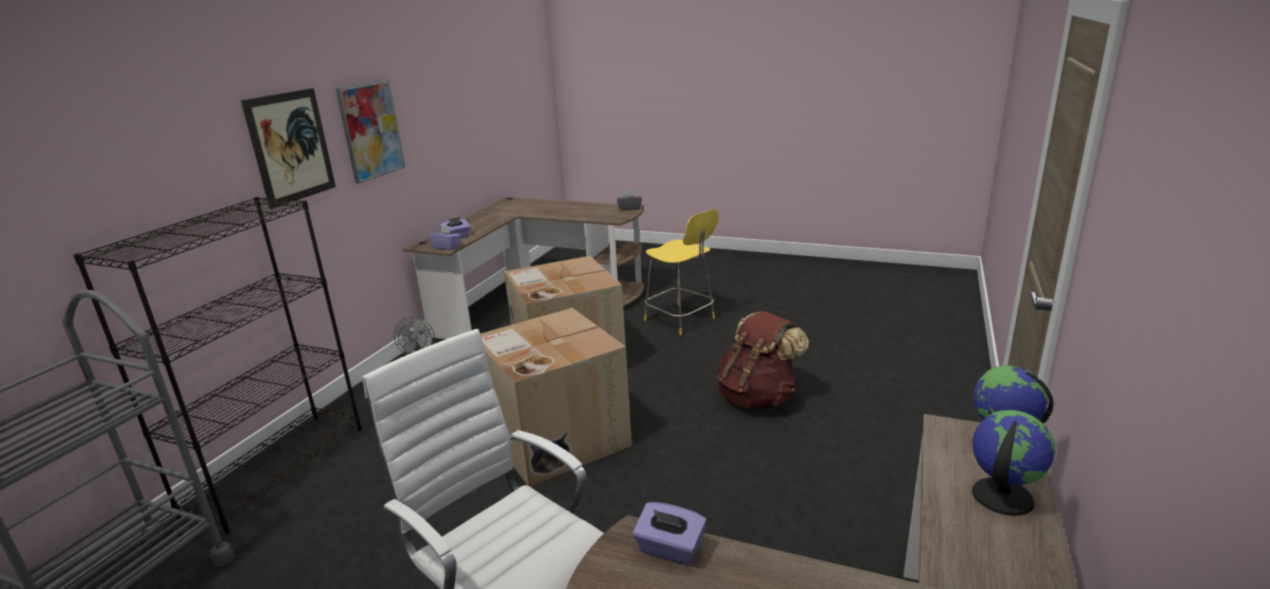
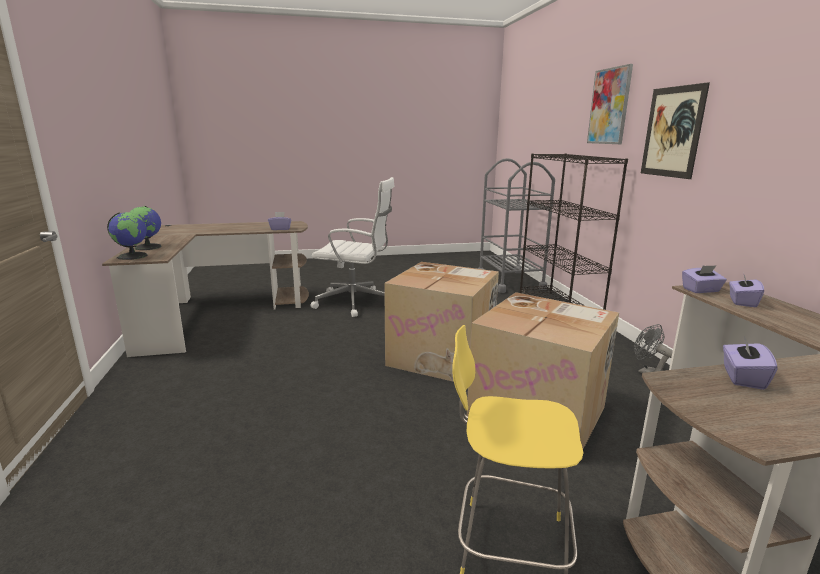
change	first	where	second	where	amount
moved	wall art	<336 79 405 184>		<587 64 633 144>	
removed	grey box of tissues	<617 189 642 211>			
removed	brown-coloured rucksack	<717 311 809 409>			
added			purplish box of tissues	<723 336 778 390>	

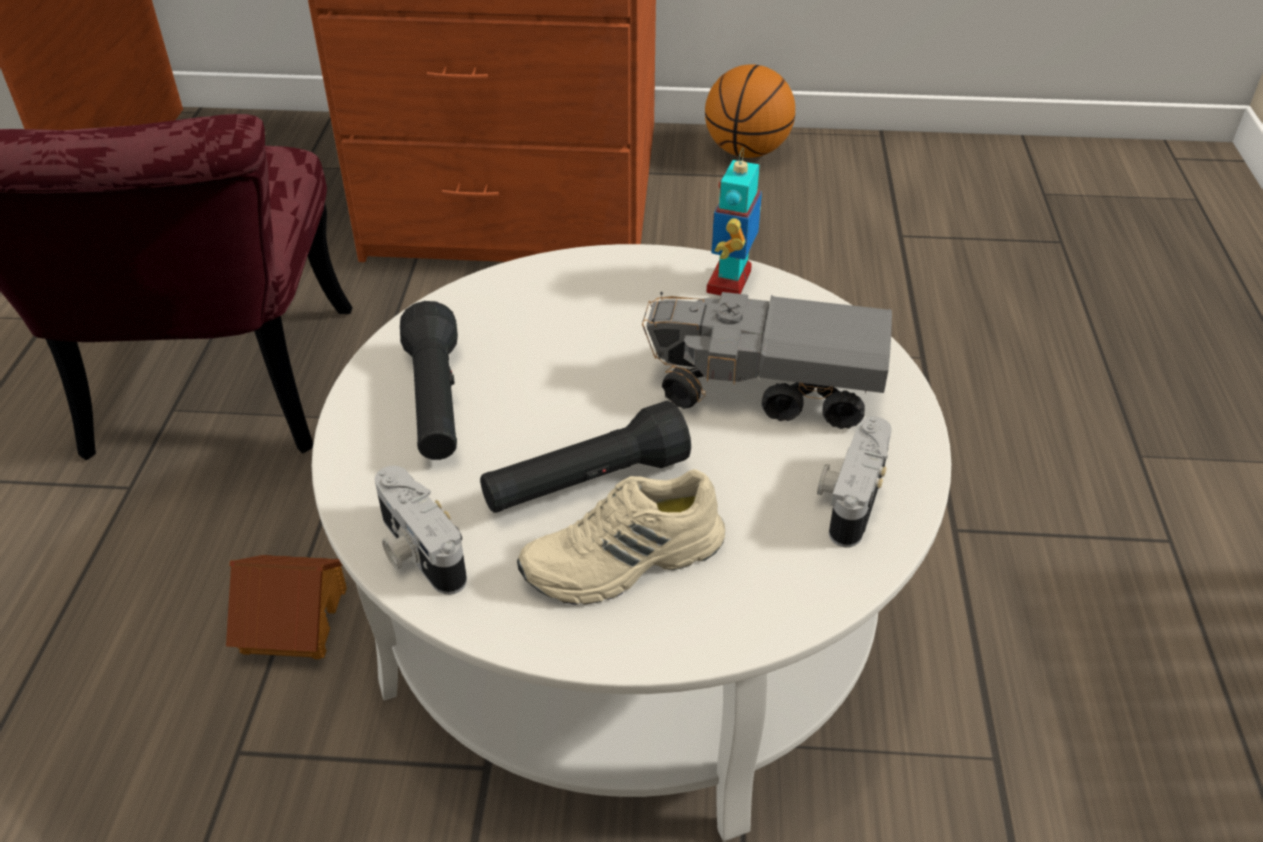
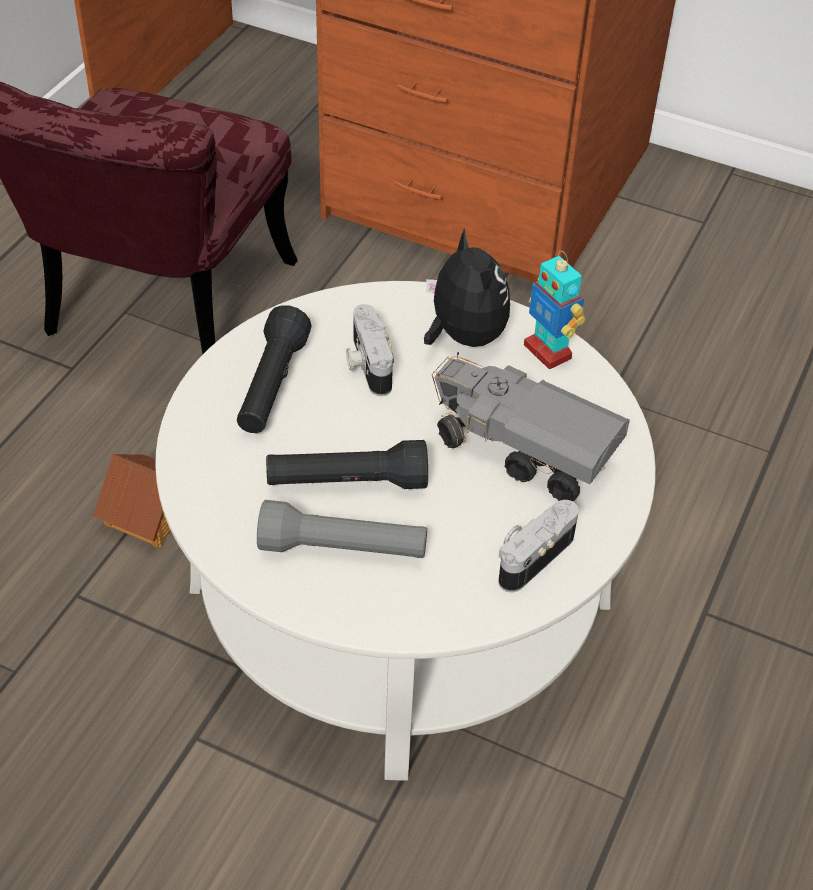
change	first	where	second	where	amount
removed	ball for basketball	<705 64 795 158>			
turned	robot figure	<706 148 762 296>		<524 251 585 369>	75 degrees counterclockwise
moved	still camera	<375 466 467 595>		<346 304 394 396>	
replaced	beige-coloured low shoe	<517 469 725 605>	grey torch	<257 500 427 558>	
added			soft toy	<424 228 510 347>	

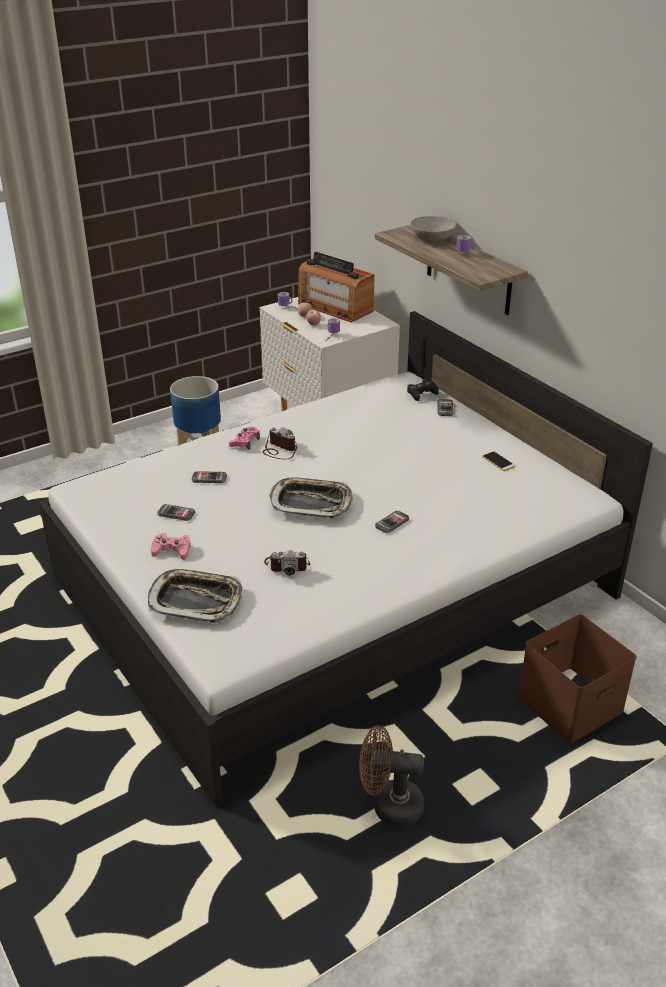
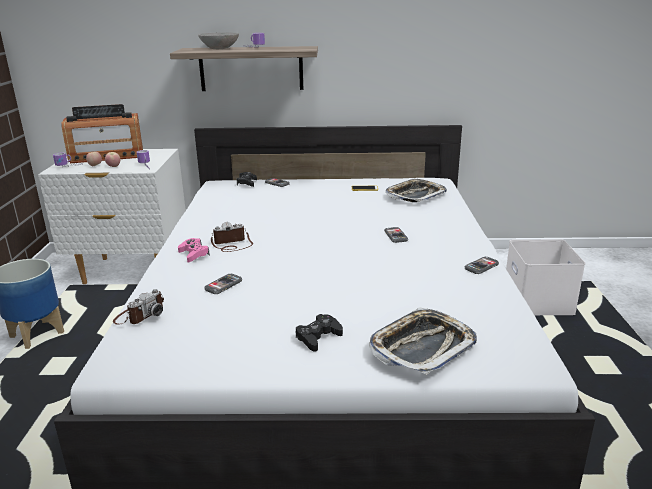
change	first	where	second	where	amount
moved	carrying tray	<269 477 353 519>		<386 178 447 202>	
moved	handset	<157 504 195 521>		<465 257 499 274>	
recoloured	pink-coloured gamepad	<151 533 191 560>	blackish gamepad	<296 314 343 352>	
moved	still camera	<264 550 311 576>		<113 289 164 325>	
recoloured	brown-coloured storage container	<518 614 637 743>	whitish storage container	<506 239 585 315>	
removed	brown-coloured cooling fan	<359 725 424 826>			

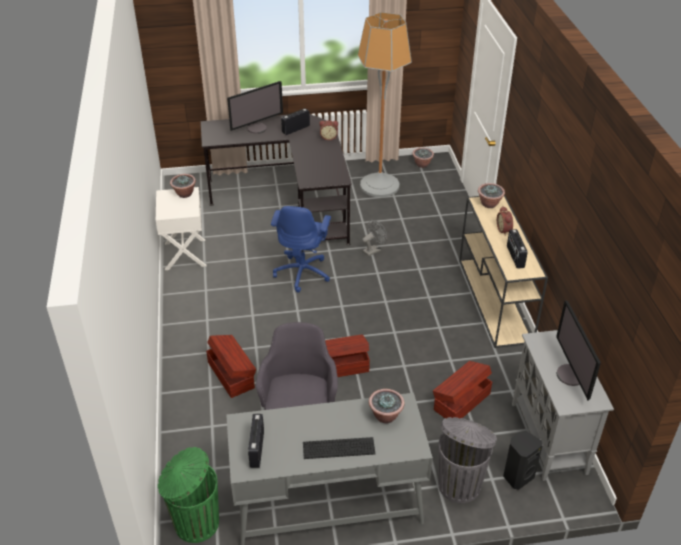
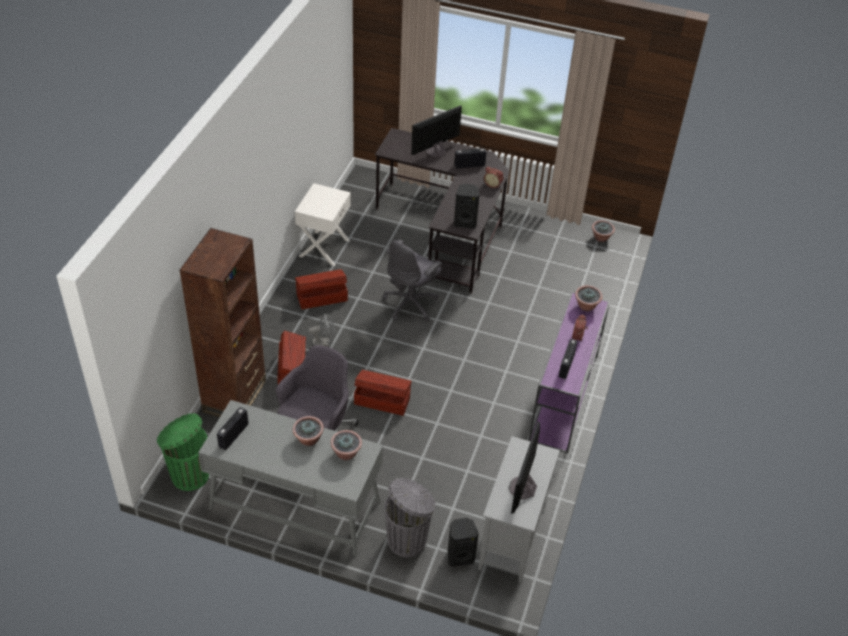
change	first	where	second	where	amount
removed	floor lamp	<358 12 412 197>			
turned	computer screen	<227 81 283 134>		<411 105 462 158>	150 degrees clockwise
moved	potted plant	<170 174 196 198>		<293 416 324 446>	
recoloured	beige-coloured console table	<459 195 548 348>	purplish console table	<528 292 610 453>	
recoloured	blue office chair	<271 206 331 292>	grey office chair	<383 239 442 321>	
moved	grey cooling fan	<362 220 387 256>		<308 313 335 346>	
moved	brown-coloured storage container	<433 361 492 418>		<295 269 348 309>	
removed	keyboard	<303 437 375 459>			
added			blackish audio speaker	<454 184 479 229>	
added			brown-coloured bookshelf	<179 228 266 417>	

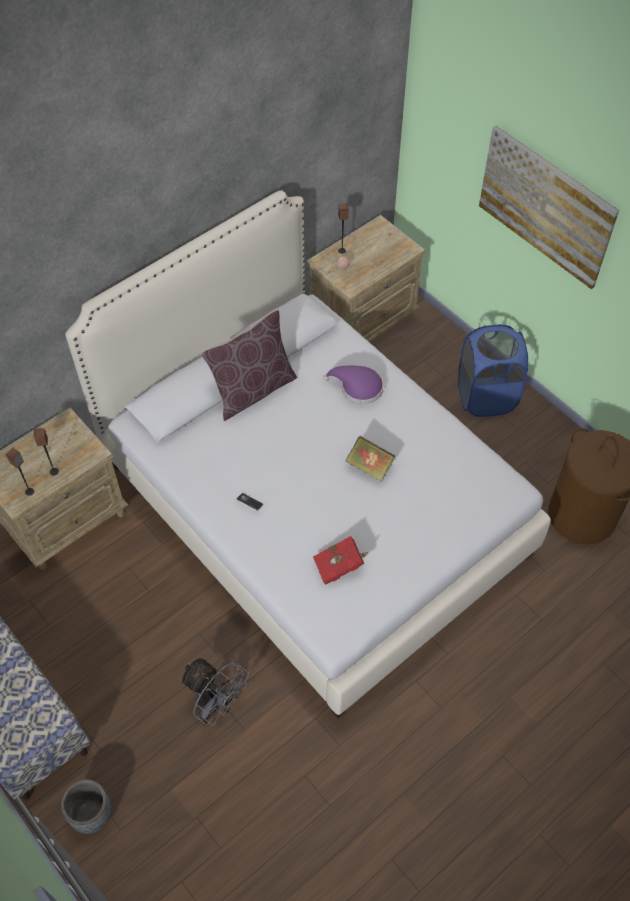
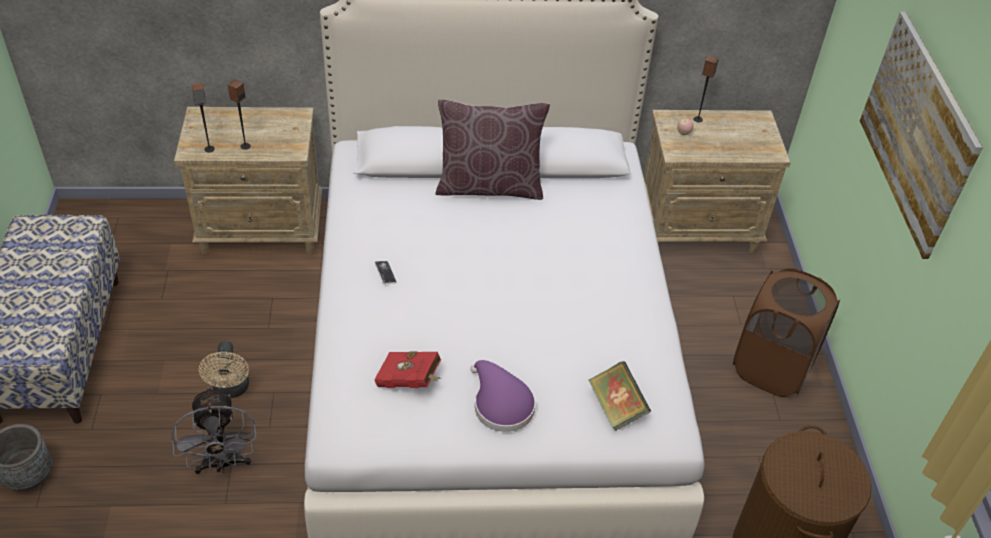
change	first	where	second	where	amount
recoloured	blue washing basket	<458 324 528 417>	brown-coloured washing basket	<733 269 840 397>	
moved	purplish clothing hat	<323 366 383 404>		<470 360 536 432>	
moved	bound book	<345 436 396 482>		<588 361 651 431>	
added			beige-coloured cooling fan	<199 341 249 398>	

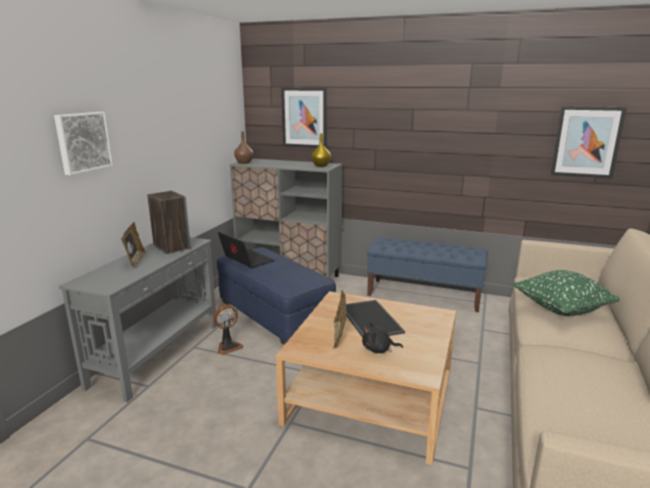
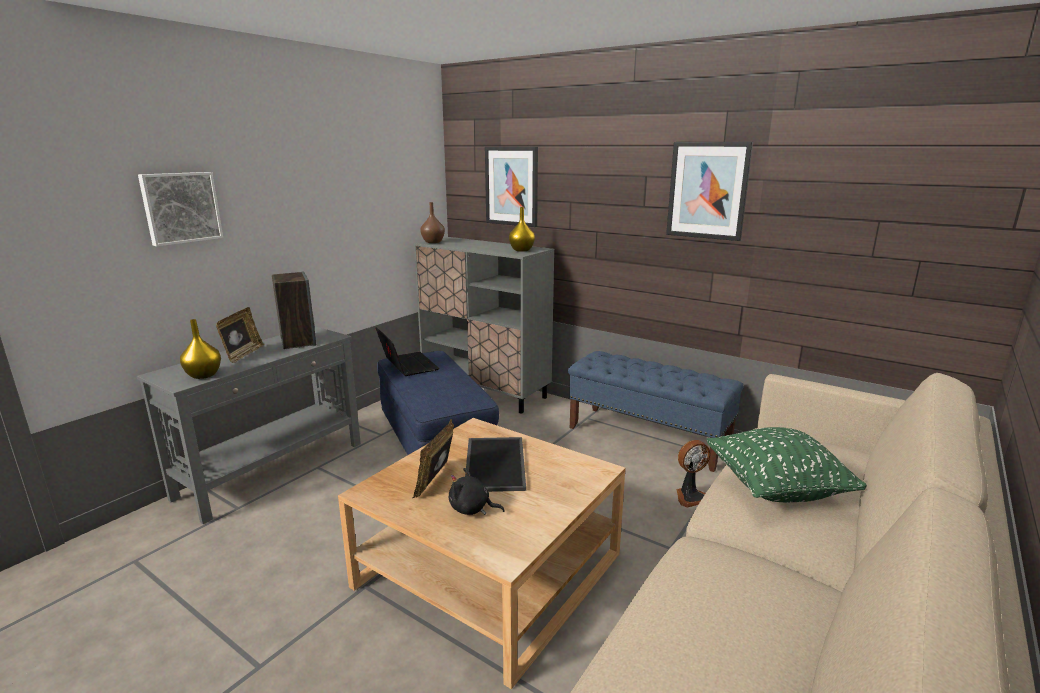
change	first	where	second	where	amount
moved	wall art	<551 106 627 179>		<666 142 753 241>	
moved	cooling fan	<213 305 243 355>		<677 440 710 508>	
added			yellow vase	<180 319 221 379>	

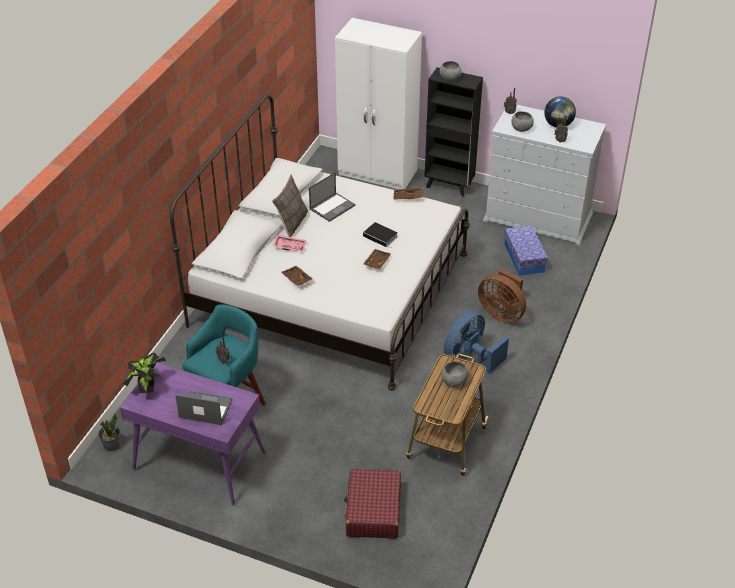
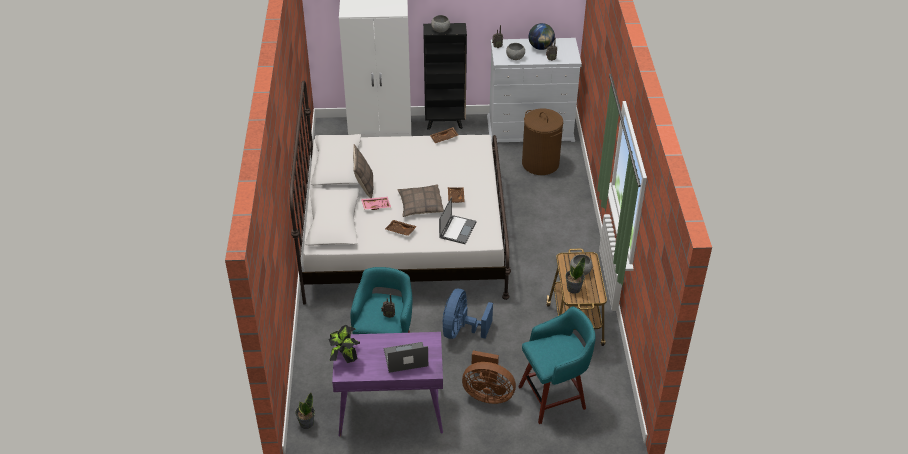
change	first	where	second	where	amount
moved	notebook computer	<309 172 355 222>		<439 197 477 244>	
removed	bound book	<363 222 398 249>			
replaced	storage container	<504 225 548 276>	brown-coloured washing basket	<522 108 563 175>	
moved	brown-coloured cooling fan	<478 269 526 323>		<462 350 516 404>	
moved	blue cooling fan	<444 311 509 373>		<443 289 493 339>	
replaced	red suitcase	<344 469 401 539>	blue-green sitting stool	<518 306 596 424>	
added			cushion	<397 184 444 217>	
added			potted plant	<565 256 585 294>	

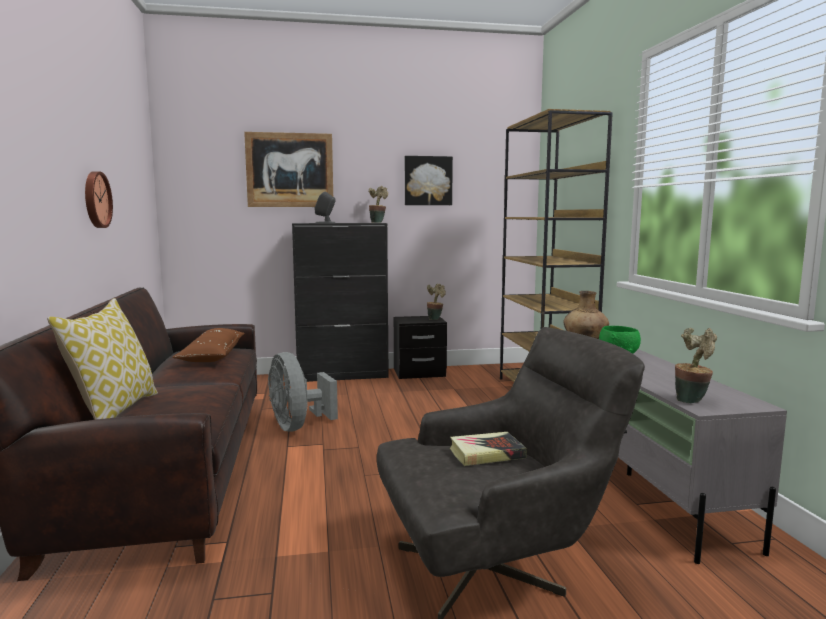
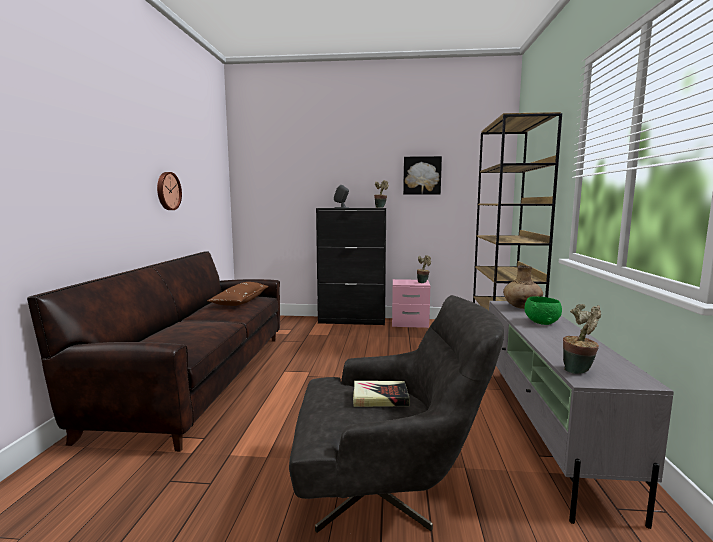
change	first	where	second	where	amount
removed	wall art	<244 132 334 207>			
removed	cushion	<47 298 158 420>			
recoloured	blackish nightstand	<394 316 447 379>	pink-coloured nightstand	<392 279 430 328>	
removed	grey cooling fan	<268 352 338 432>			

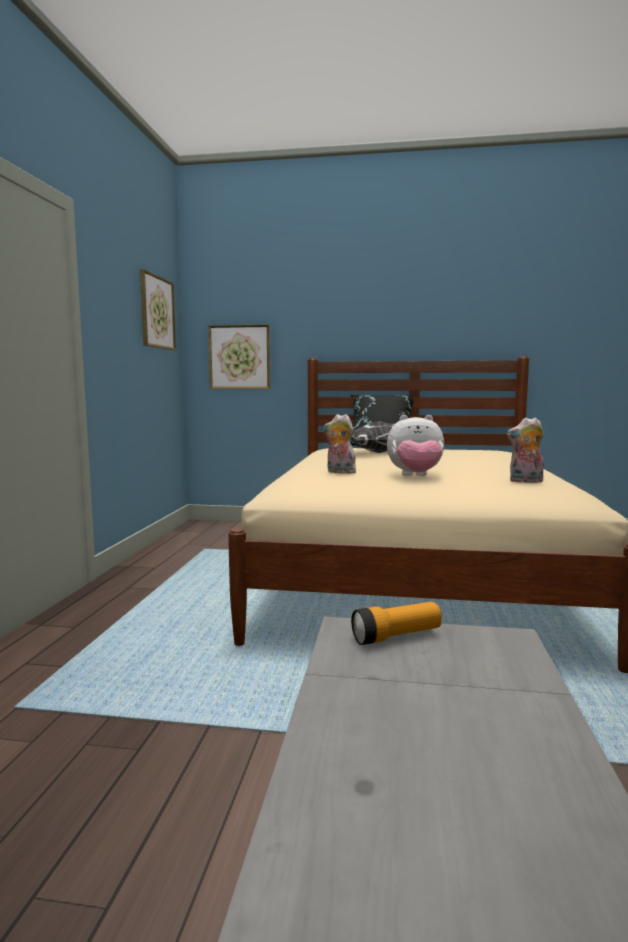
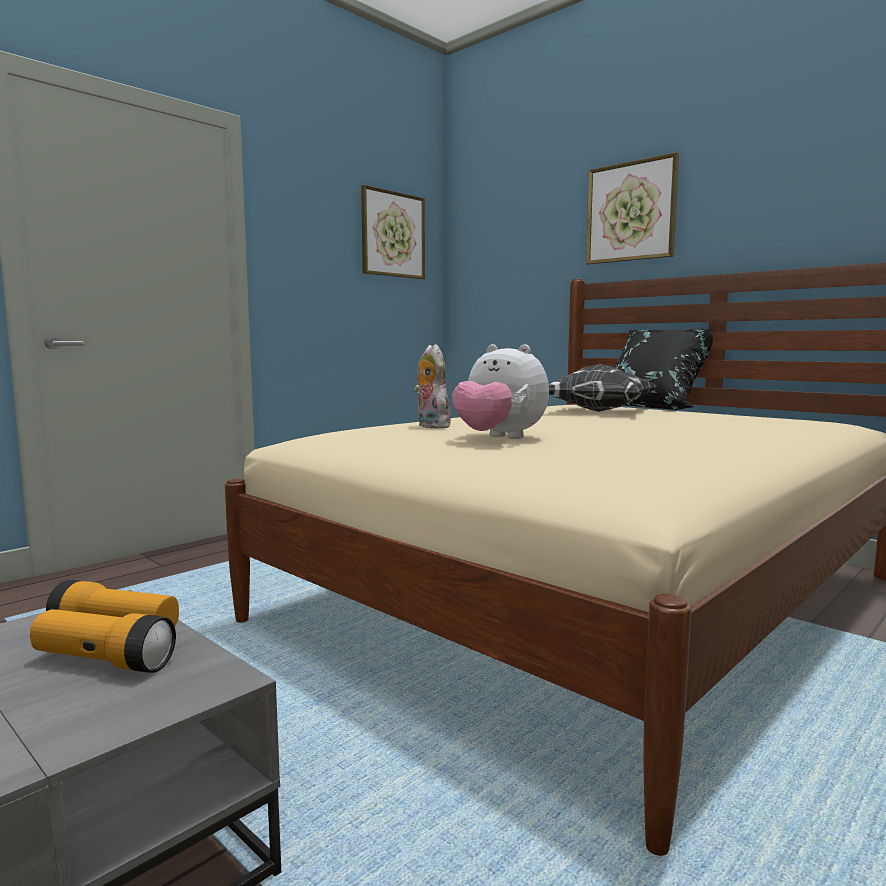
change	first	where	second	where	amount
moved	wall art	<208 324 270 389>		<586 152 679 265>	
removed	soft toy	<507 417 544 483>			
added			torch	<30 609 176 673>	

